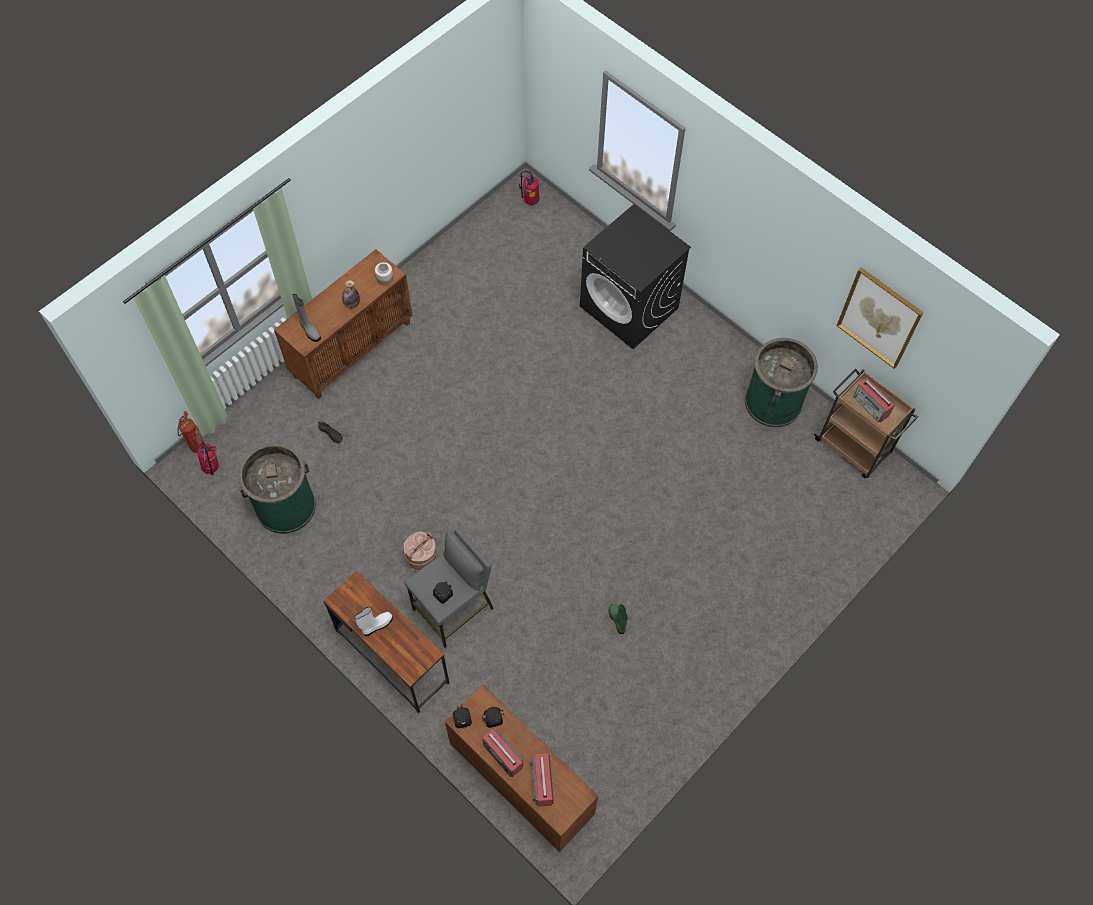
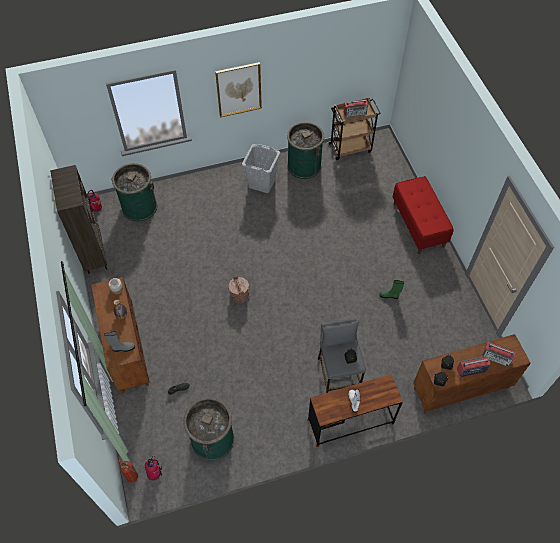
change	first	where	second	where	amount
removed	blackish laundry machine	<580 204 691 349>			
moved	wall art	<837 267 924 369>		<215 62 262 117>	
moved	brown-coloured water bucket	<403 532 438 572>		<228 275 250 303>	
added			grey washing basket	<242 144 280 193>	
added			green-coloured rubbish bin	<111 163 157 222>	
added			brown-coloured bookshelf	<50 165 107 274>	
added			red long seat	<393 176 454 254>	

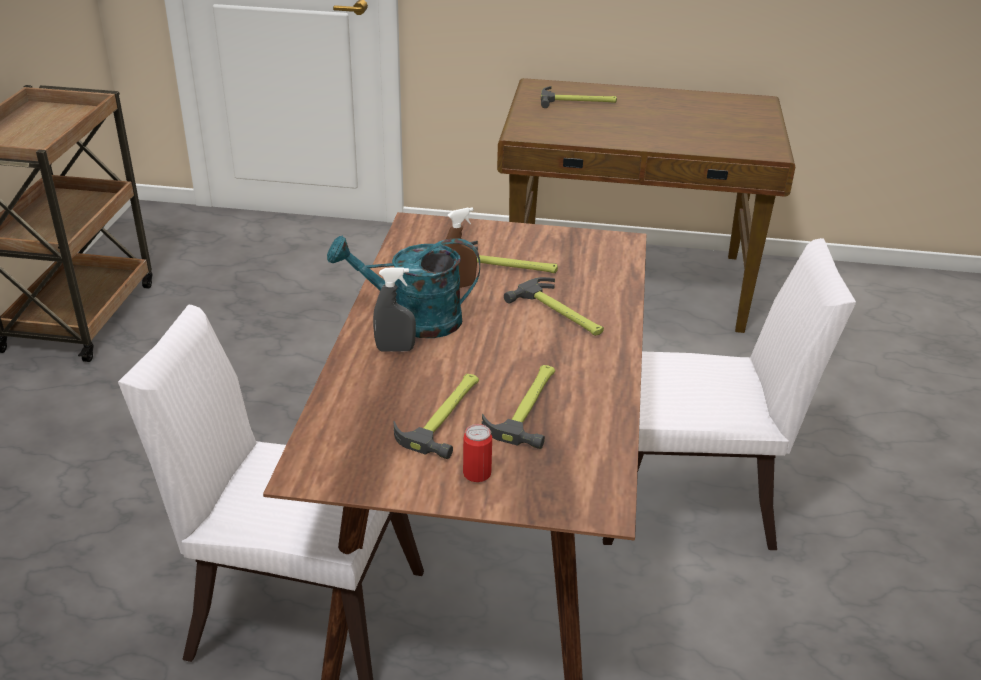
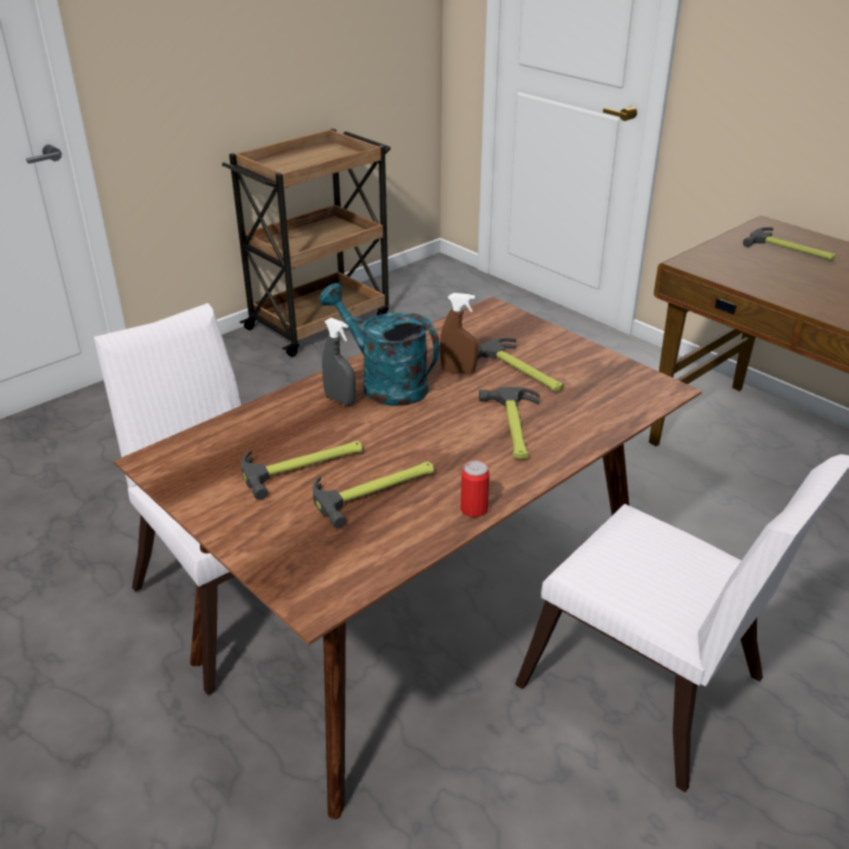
change	first	where	second	where	amount
moved	metal can	<463 424 492 482>		<461 460 489 517>	

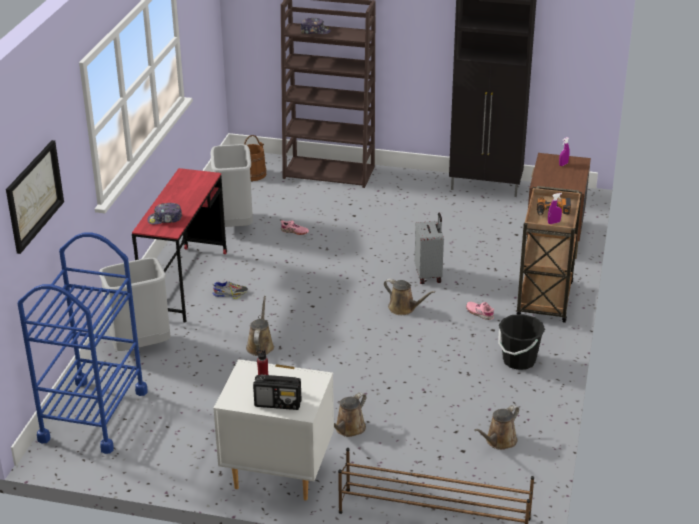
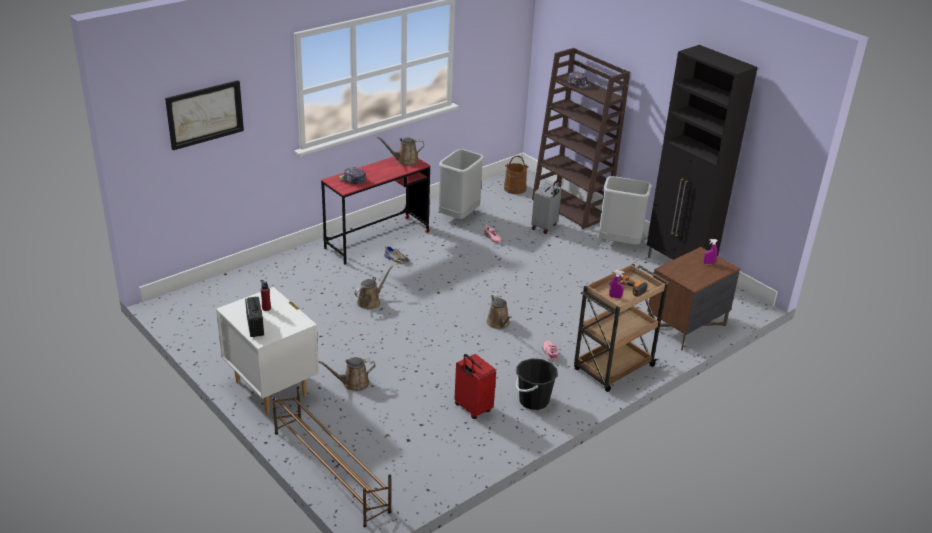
change	first	where	second	where	amount
moved	grey suitcase	<415 213 444 284>		<531 179 562 234>	
removed	blue trolley	<18 232 148 454>			
moved	grey rubbish bin	<99 258 171 351>		<598 176 652 244>	
turned	radio receiver	<253 374 302 410>		<245 297 264 337>	150 degrees counterclockwise
moved	brown-coloured sprinkling can	<474 405 519 450>		<377 137 424 166>	
added			red suitcase	<455 354 496 419>	

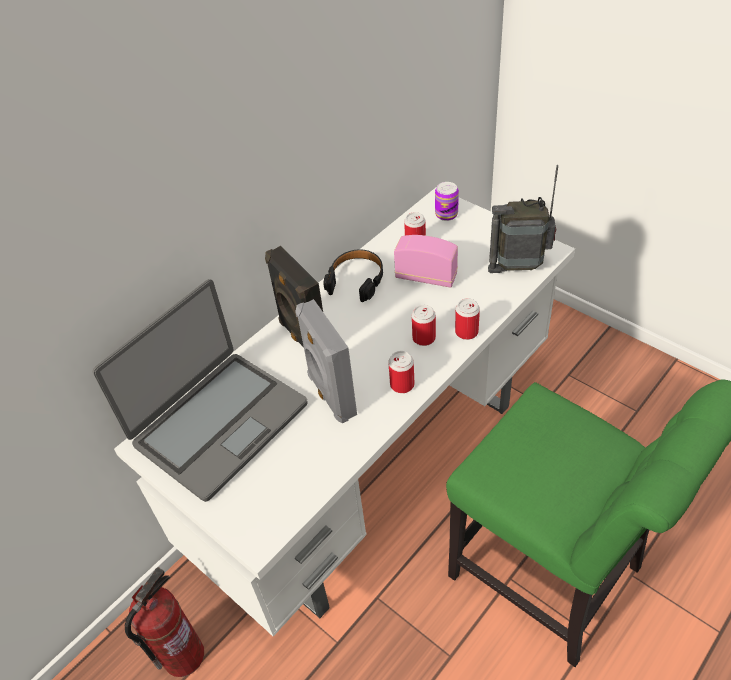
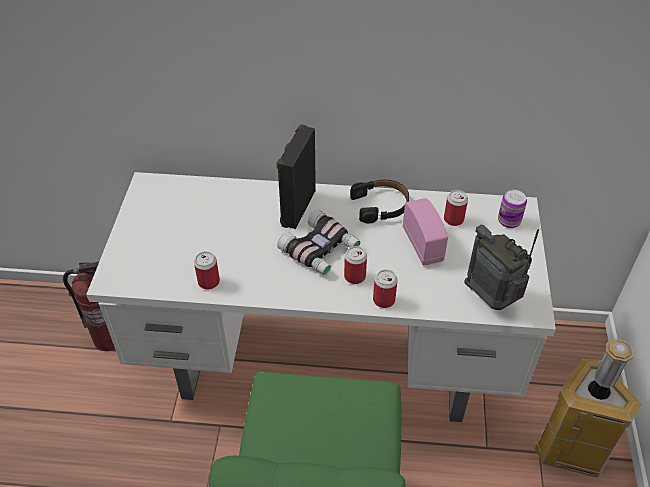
change	first	where	second	where	amount
removed	notebook computer	<93 279 308 502>			
removed	grey audio speaker	<295 299 357 423>			
moved	metal can	<388 351 414 393>		<194 251 220 289>	
added			pair of binoculars	<277 209 360 275>	
added			rubbish bin	<535 339 642 478>	

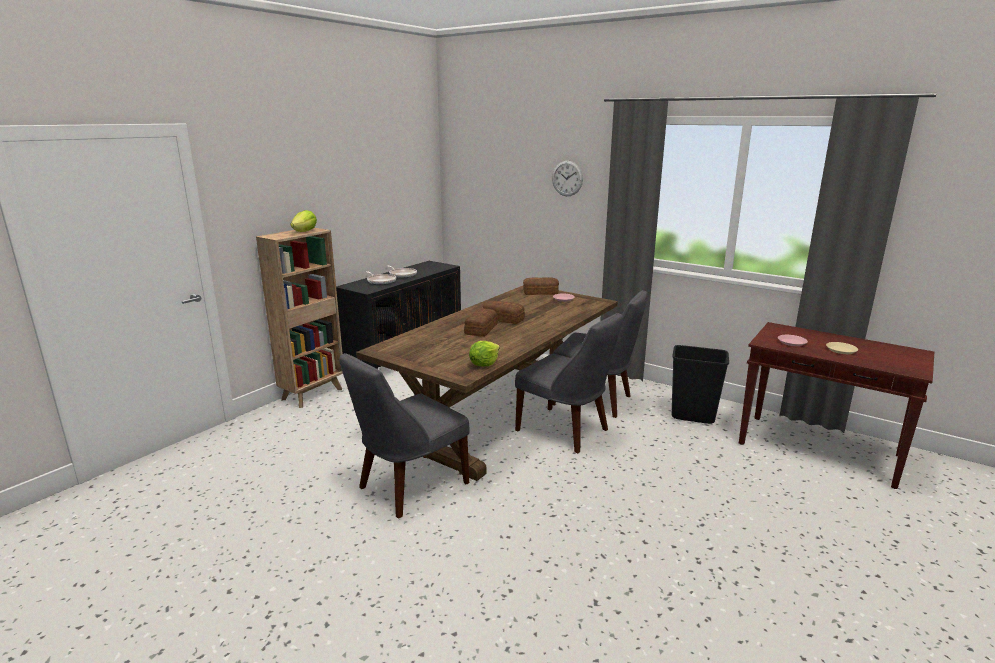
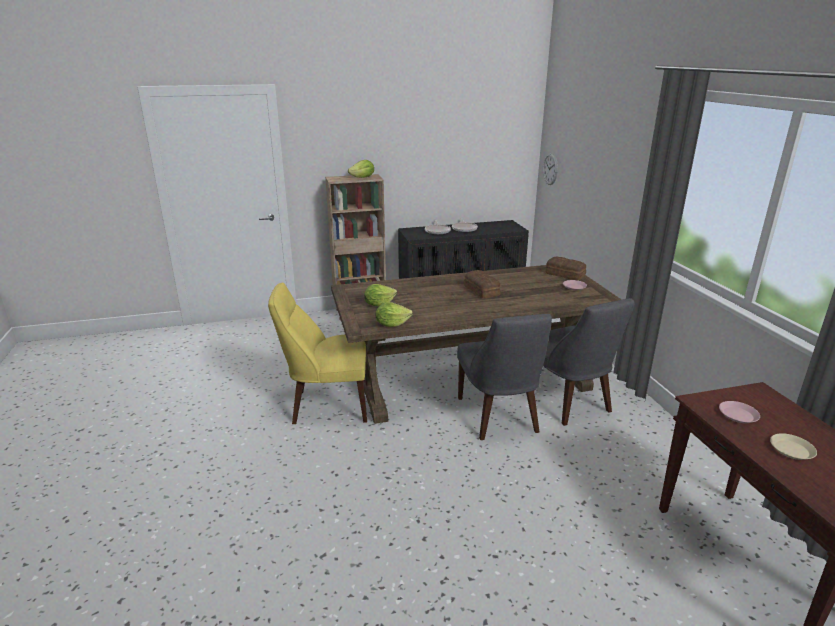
change	first	where	second	where	amount
moved	clock on the wall	<552 161 583 196>		<543 153 558 185>	
removed	baked bread	<464 308 498 337>			
removed	blackish rubbish bin	<672 345 729 424>			
recoloured	grey chair	<339 353 470 519>	yellow chair	<268 283 367 424>	
added			head of lettuce	<364 284 397 306>	

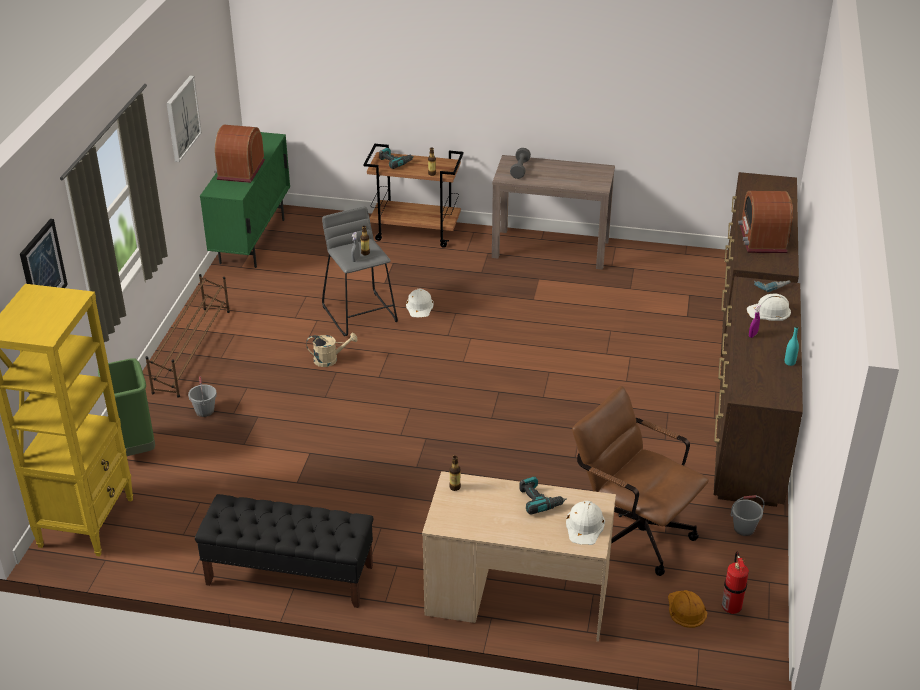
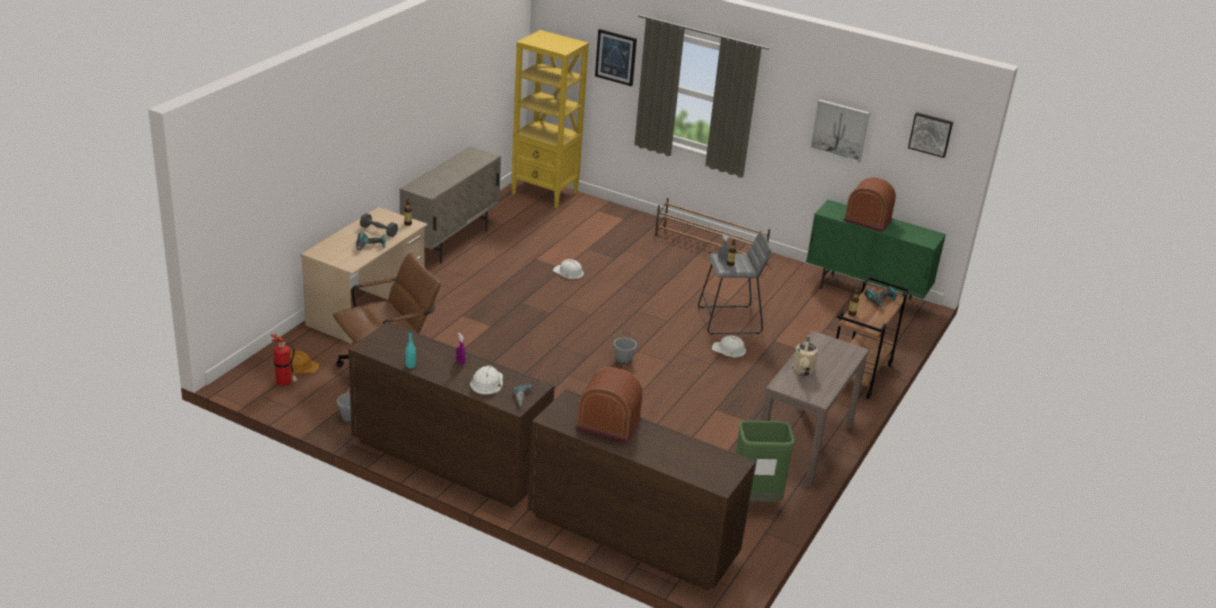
change	first	where	second	where	amount
moved	grey hand weight	<510 148 531 179>		<360 213 398 237>	
moved	beige-coloured sprinkling can	<306 333 358 367>		<793 336 818 376>	
moved	green-coloured rubbish bin	<98 359 155 456>		<736 421 795 502>	
moved	grey water bucket	<188 376 217 417>		<612 331 638 365>	
replaced	blackish long seat	<195 494 374 608>	beige-coloured storage cabinet	<399 146 501 264>	
moved	whitish safety helmet	<566 501 605 545>		<553 259 584 279>	
added			wall art	<908 112 953 158>	

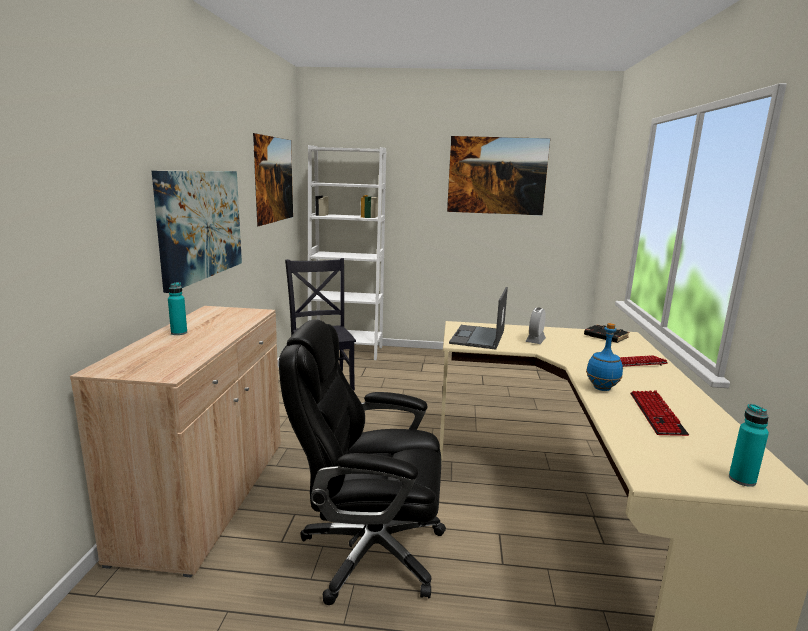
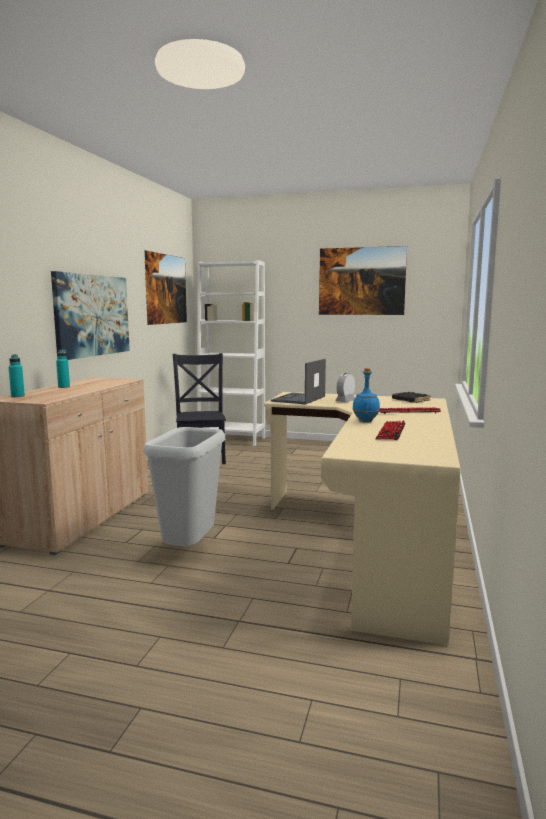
change	first	where	second	where	amount
replaced	blackish office chair	<279 319 446 605>	grey rubbish bin	<143 427 225 547>	
moved	blue-green bottle	<729 404 769 487>		<8 354 25 398>	

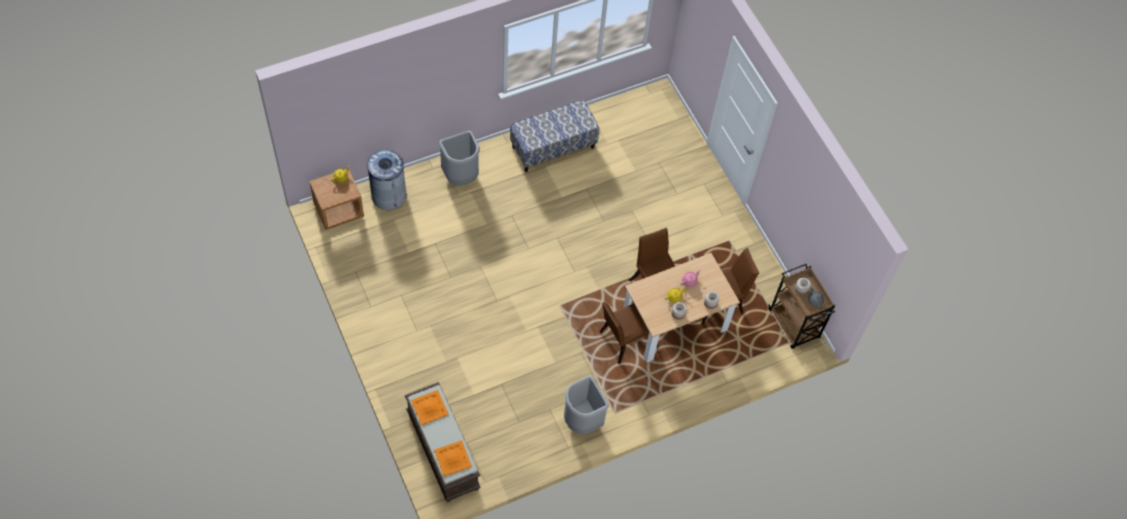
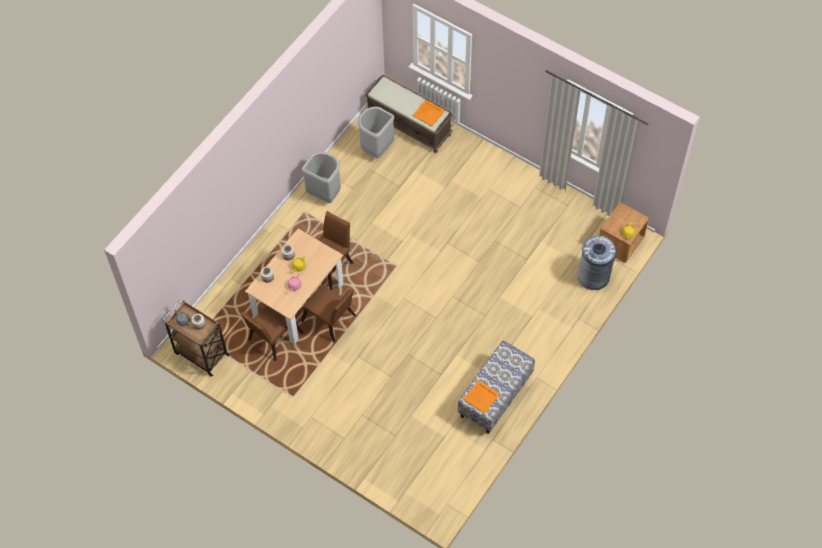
change	first	where	second	where	amount
moved	grey rubbish bin	<439 131 480 186>		<358 107 394 158>	
moved	orange carrying tray	<434 440 472 476>		<464 380 500 414>	

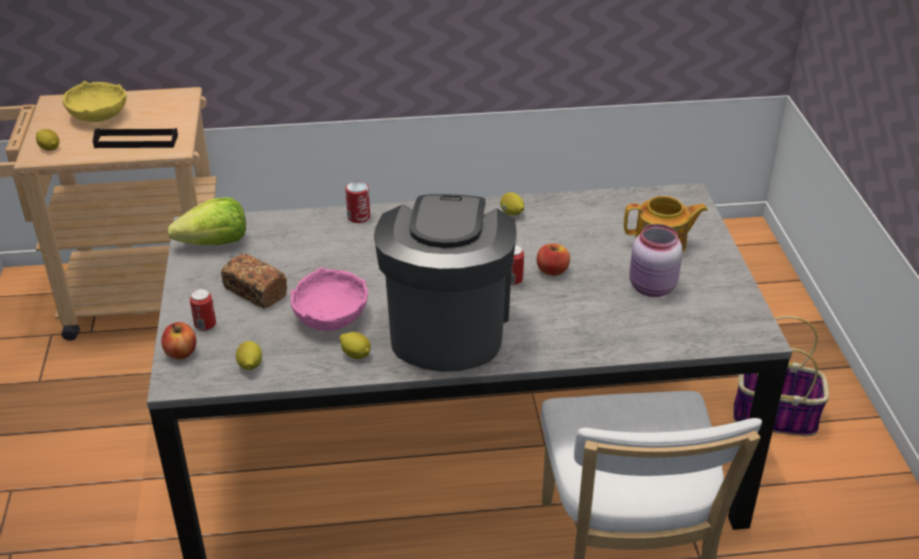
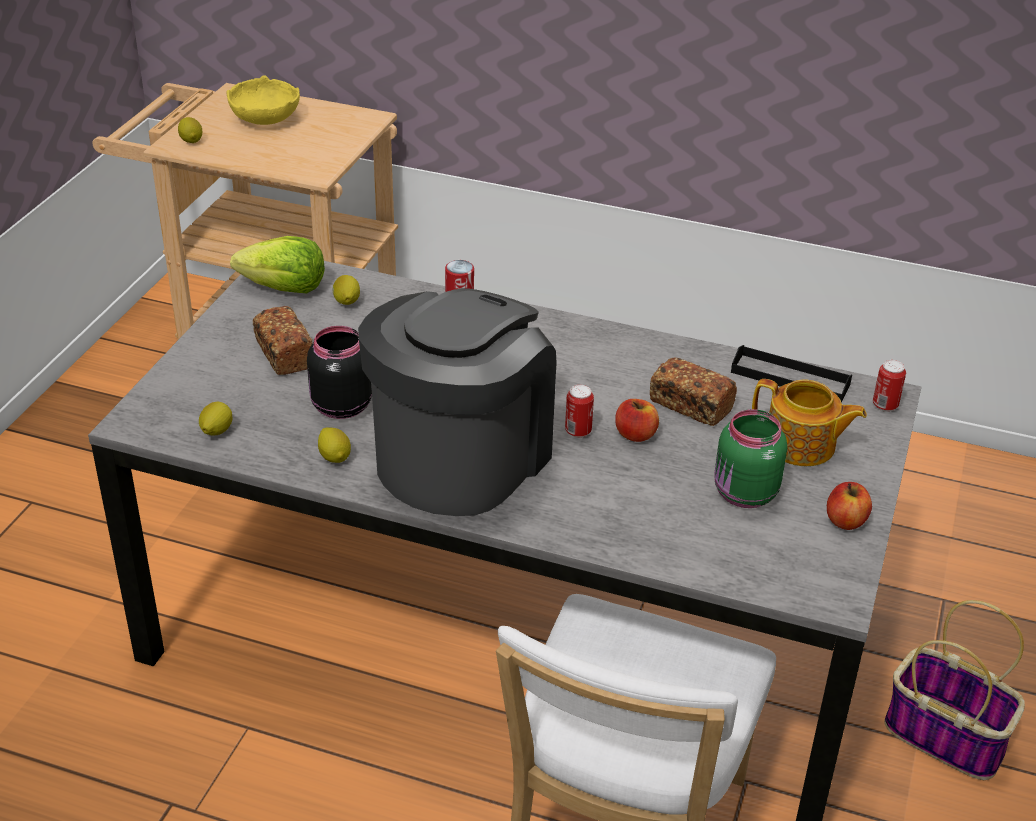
change	first	where	second	where	amount
moved	blackish carrying tray	<93 128 178 148>		<731 345 852 403>	
moved	lemon	<500 192 524 216>		<332 275 360 305>	
recoloured	pink-coloured jar	<629 224 683 297>	green-coloured jar	<714 409 787 508>	
replaced	pink-coloured deep dish	<291 267 368 331>	blackish jar	<307 326 372 419>	
moved	metal can	<190 289 216 331>		<873 360 906 412>	
moved	apple	<161 322 196 359>		<827 482 872 530>	
added			baked bread	<650 358 737 426>	

